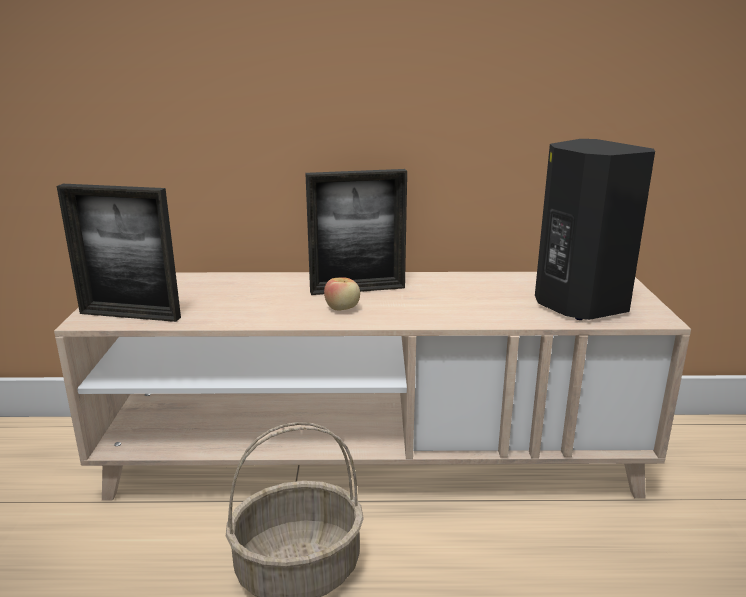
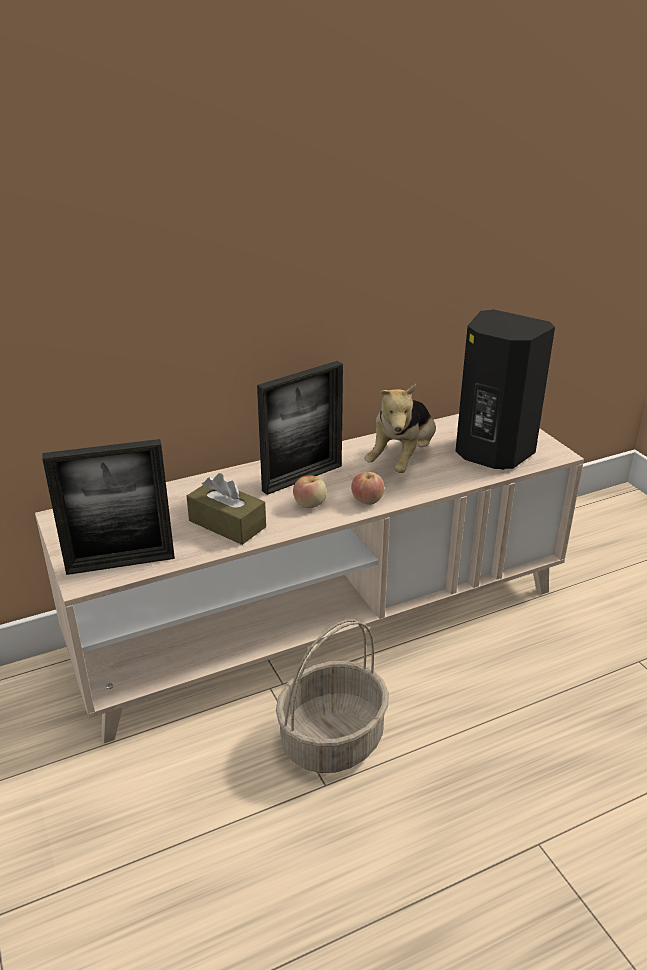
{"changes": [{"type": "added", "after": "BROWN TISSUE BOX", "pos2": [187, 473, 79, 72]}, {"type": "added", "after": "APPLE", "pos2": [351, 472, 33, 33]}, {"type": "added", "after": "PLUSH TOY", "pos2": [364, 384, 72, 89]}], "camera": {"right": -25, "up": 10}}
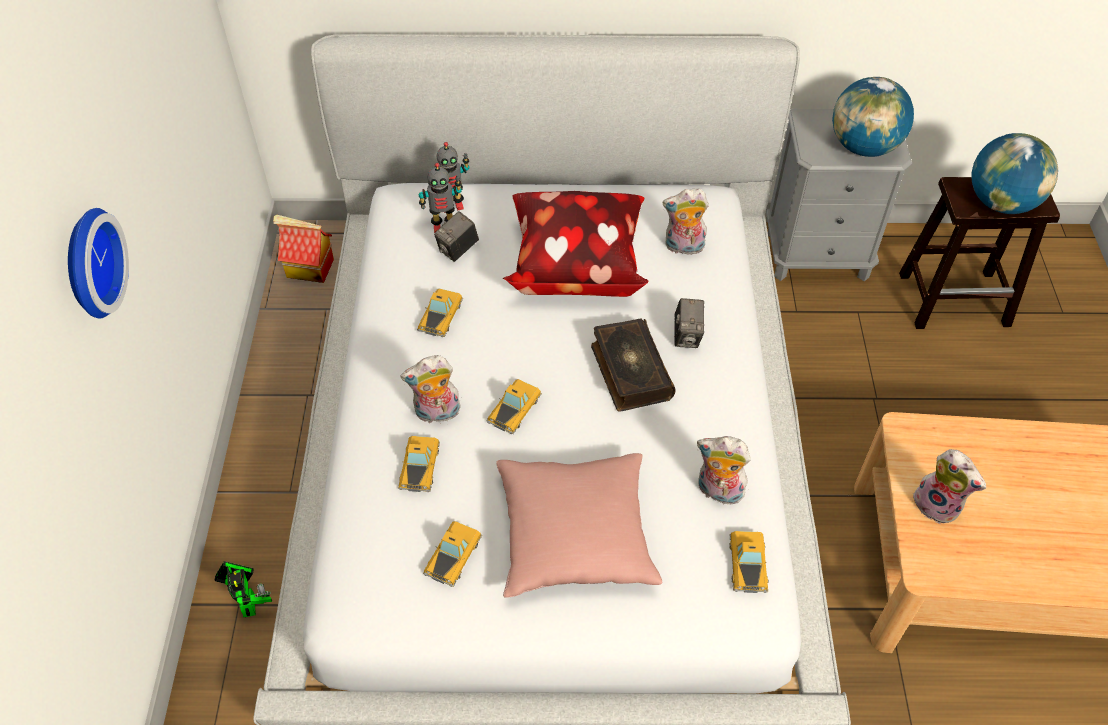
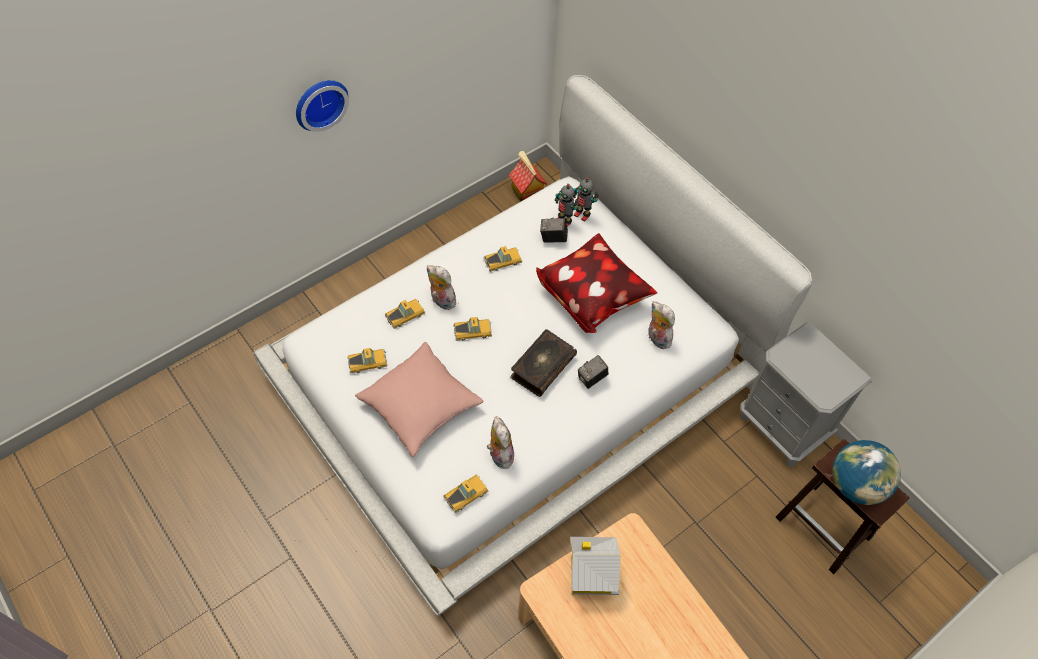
{"changes": [{"type": "replaced", "before": "PLUSH TOY", "after": "TOY HOUSE", "pos1": [913, 449, 73, 75], "pos2": [570, 537, 51, 58]}, {"type": "removed", "before": "TOY ROBOT", "pos1": [214, 561, 58, 56]}, {"type": "removed", "before": "GLOBE", "pos1": [832, 77, 82, 80]}], "camera": {"right": 50, "up": 5}}
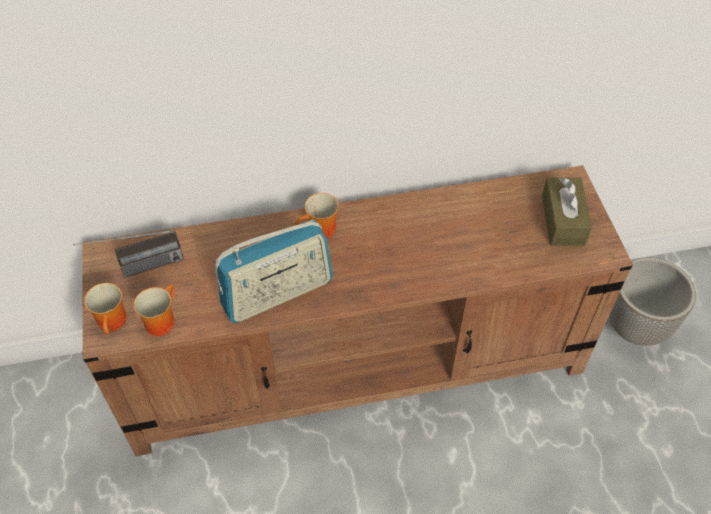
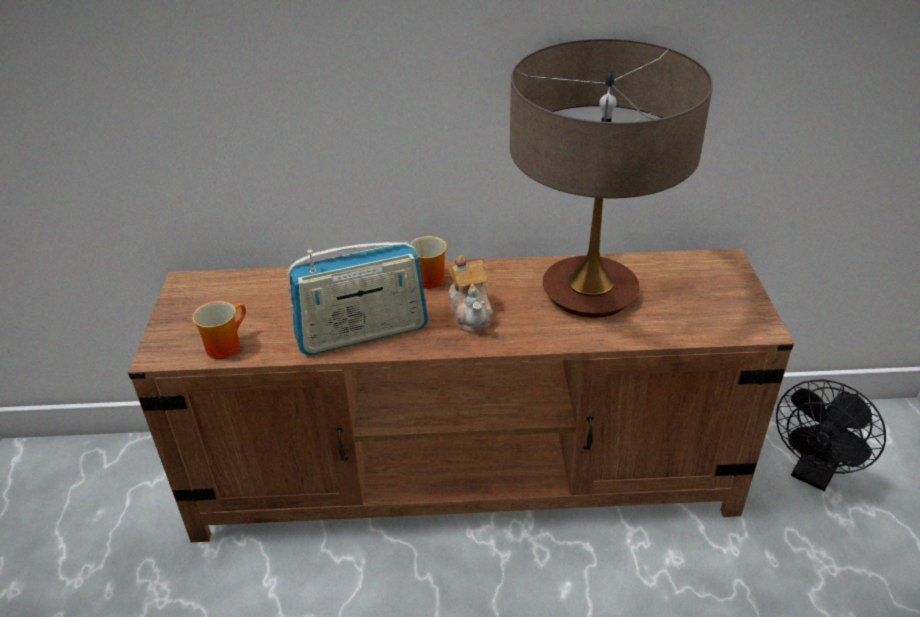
{"changes": [{"type": "added", "after": "TEAPOT", "pos2": [448, 255, 45, 77]}, {"type": "added", "after": "TABLE LAMP", "pos2": [510, 39, 203, 279]}, {"type": "replaced", "before": "PLANTER", "after": "BLACK FAN", "pos1": [609, 257, 87, 89], "pos2": [776, 379, 110, 112]}, {"type": "removed", "before": "RADIO", "pos1": [74, 230, 110, 48]}, {"type": "removed", "before": "MUG", "pos1": [84, 283, 43, 51]}, {"type": "removed", "before": "BROWN TISSUE BOX", "pos1": [542, 177, 50, 69]}], "camera": {"right": 10, "up": -15}}
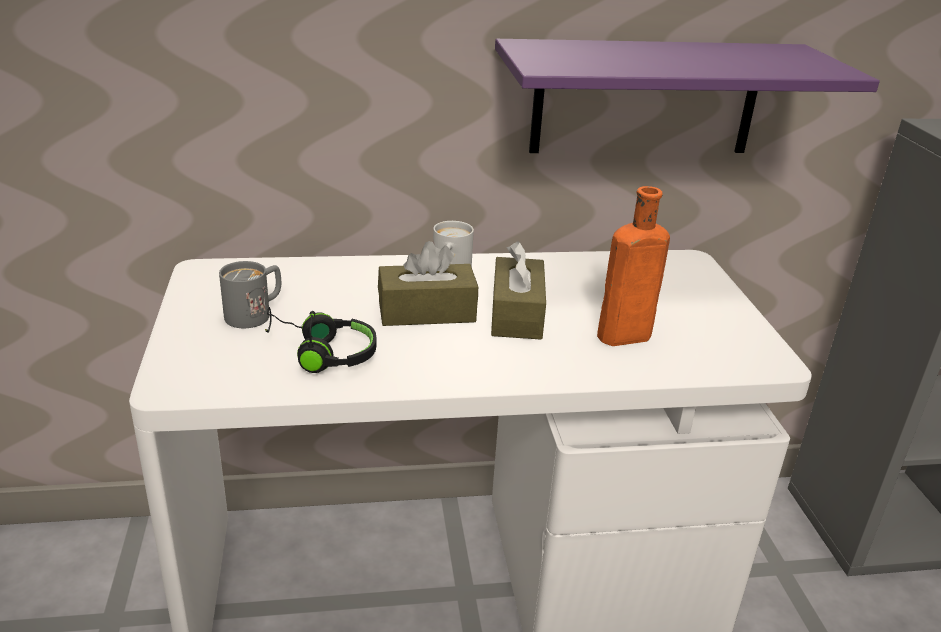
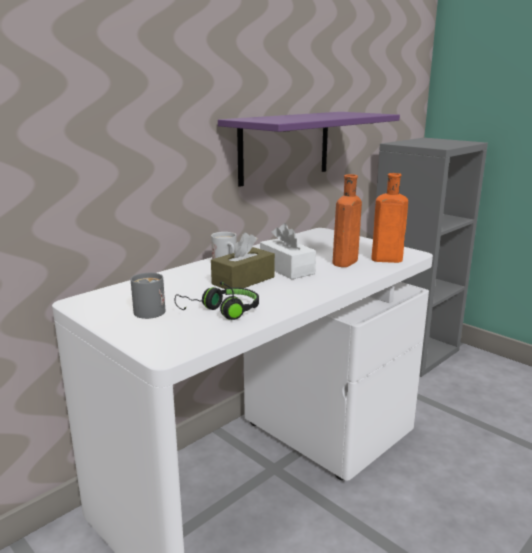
{"changes": [{"type": "recoloured", "before": "BROWN TISSUE BOX", "after": "WHITE TISSUE BOX", "pos1": [491, 241, 55, 99], "pos2": [260, 223, 56, 57]}, {"type": "added", "after": "ORANGE BOTTLE", "pos2": [371, 173, 37, 90]}], "camera": {"right": -35, "up": -10}}
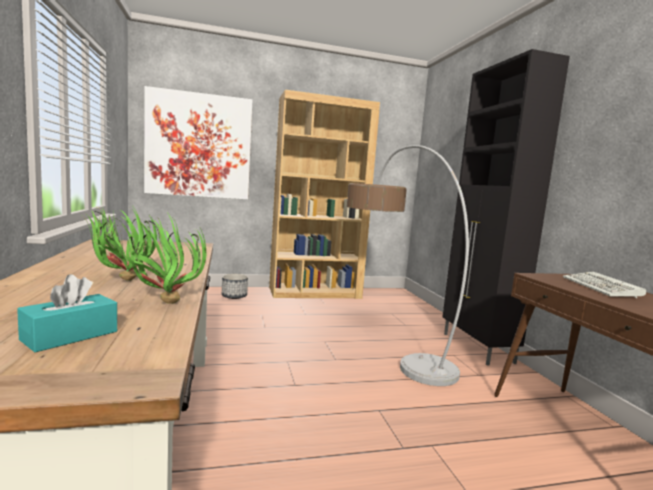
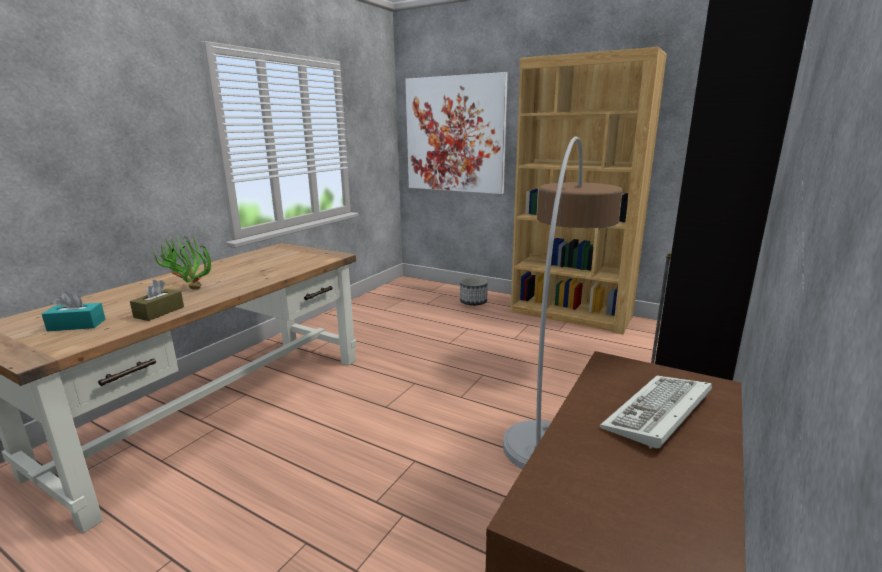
{"changes": [{"type": "replaced", "before": "POTTED PLANT", "after": "BROWN TISSUE BOX", "pos1": [120, 214, 86, 90], "pos2": [130, 280, 54, 41]}], "camera": {"right": 45, "up": 10}}
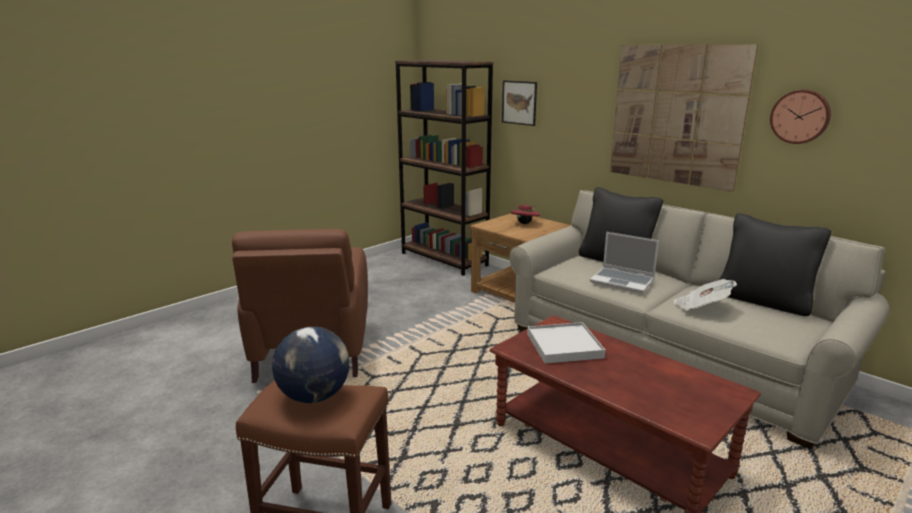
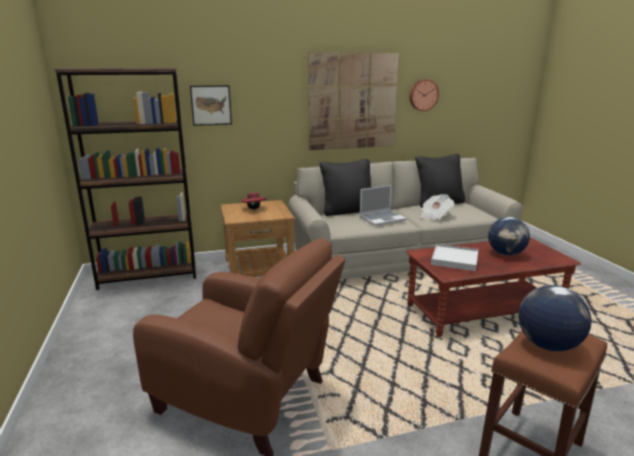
{"changes": [{"type": "added", "after": "GLOBE", "pos2": [488, 217, 42, 39]}], "camera": {"right": -60, "up": 0}}
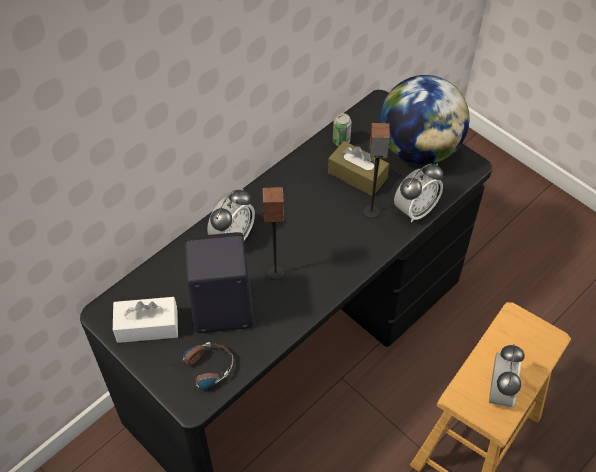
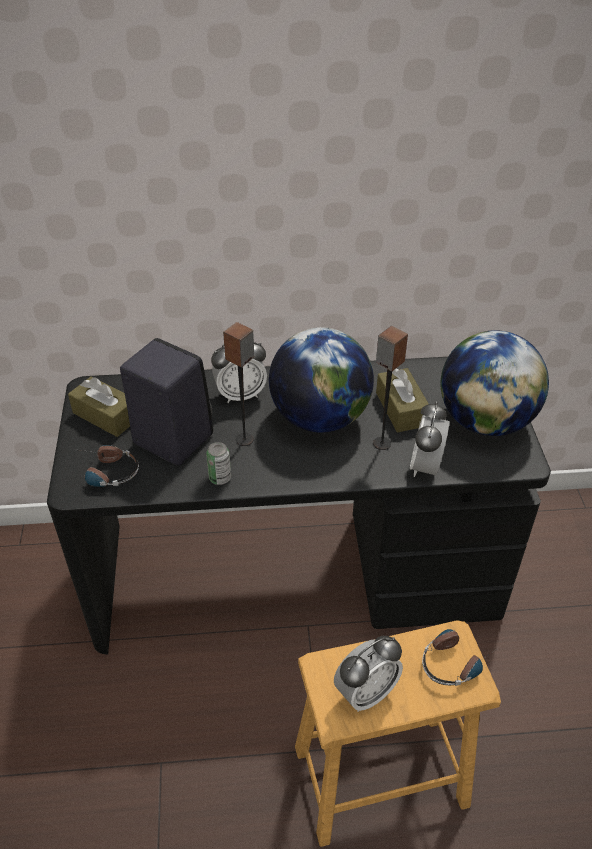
{"changes": [{"type": "recoloured", "before": "WHITE TISSUE BOX", "after": "BROWN TISSUE BOX", "pos1": [113, 297, 65, 46], "pos2": [68, 376, 62, 61]}, {"type": "moved", "before": "CAN", "pos1": [333, 113, 19, 33], "pos2": [206, 442, 25, 43]}, {"type": "added", "after": "GLOBE", "pos2": [269, 327, 105, 105]}, {"type": "turned", "before": "ALARM CLOCK", "pos1": [394, 163, 49, 60], "pos2": [410, 401, 39, 76], "turn": 105}, {"type": "added", "after": "HEADPHONES", "pos2": [422, 629, 73, 57]}], "camera": {"right": 40, "up": -10}}
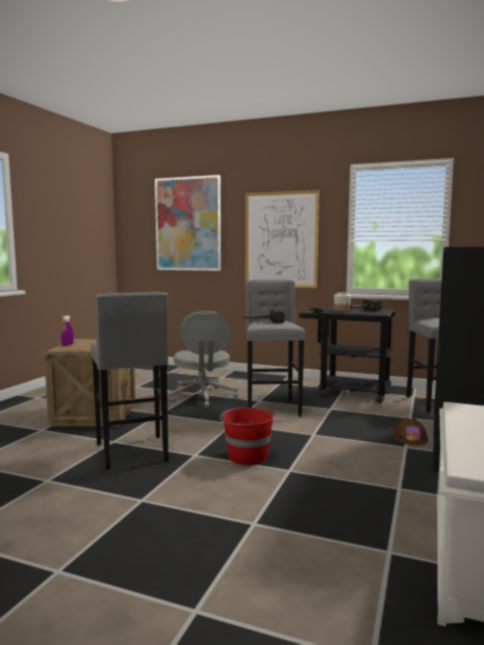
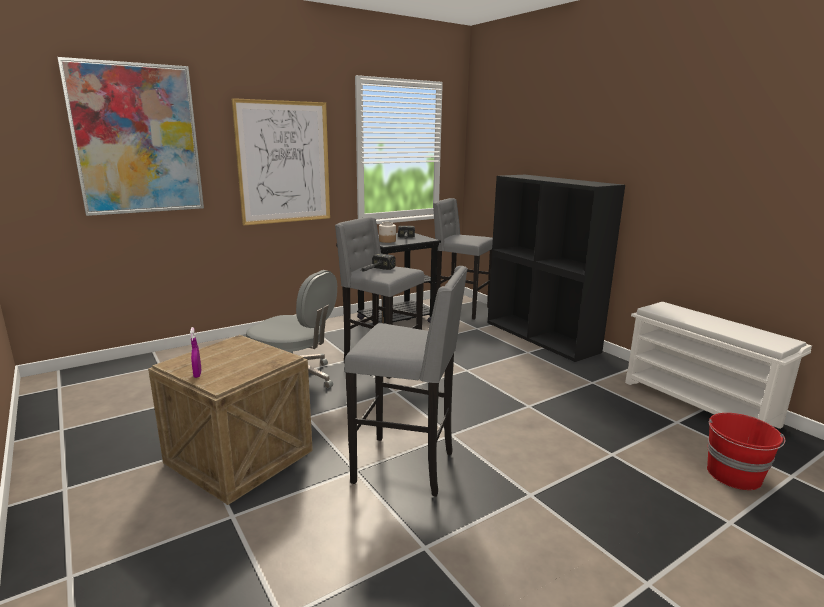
{"changes": [{"type": "moved", "before": "RED BUCKET", "pos1": [220, 406, 53, 59], "pos2": [707, 413, 78, 77]}, {"type": "removed", "before": "BROWN HARD HAT", "pos1": [393, 418, 35, 28]}], "camera": {"right": -55, "up": 10}}
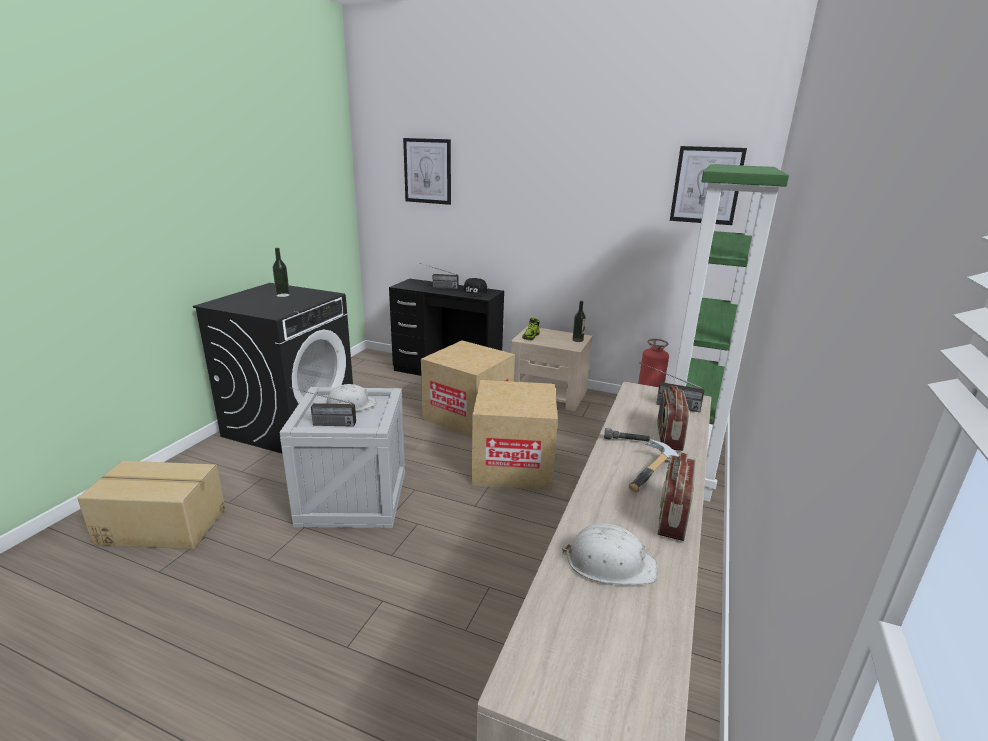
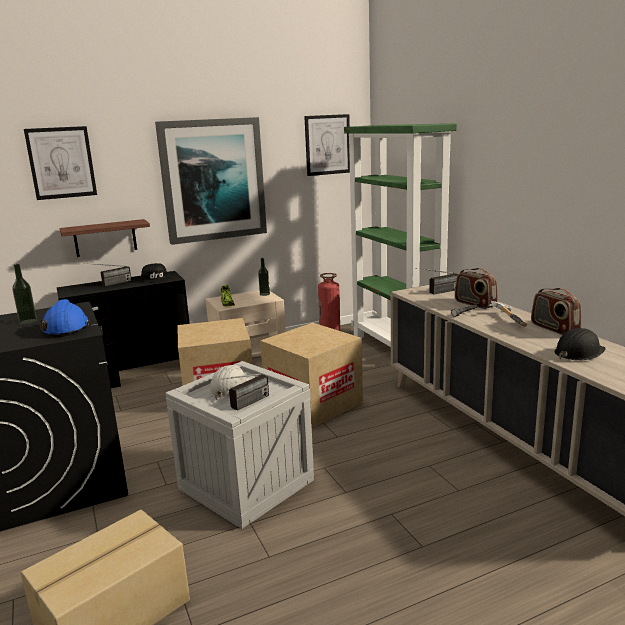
{"changes": [{"type": "added", "after": "BLUE HARD HAT", "pos2": [40, 299, 50, 38]}, {"type": "added", "after": "SHELF", "pos2": [60, 219, 90, 38]}, {"type": "added", "after": "PICTURE", "pos2": [155, 117, 112, 128]}, {"type": "recoloured", "before": "WHITE HARD HAT", "after": "BLACK HARD HAT", "pos1": [562, 523, 95, 62], "pos2": [554, 328, 52, 32]}], "camera": {"right": -45, "up": -5}}
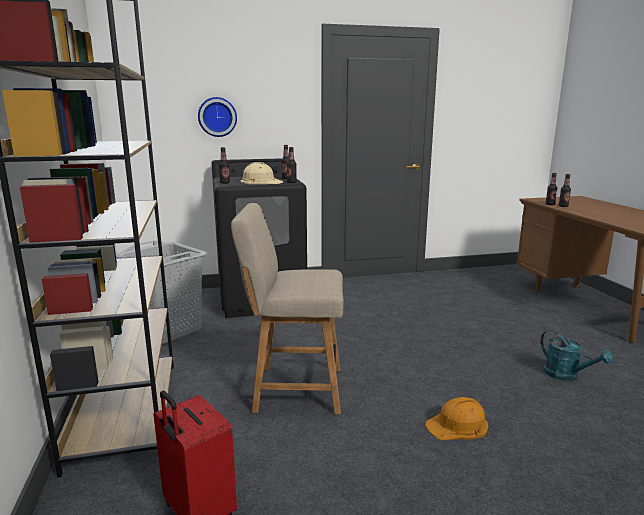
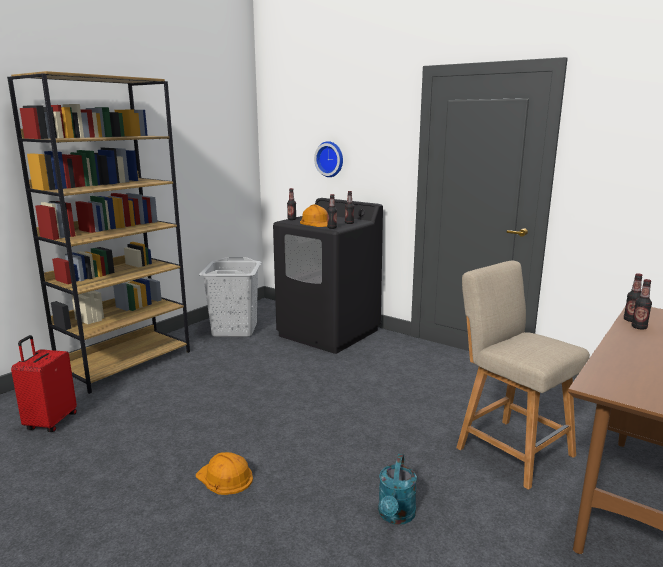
{"changes": [{"type": "recoloured", "before": "BEIGE HARD HAT", "after": "ORANGE HARD HAT", "pos1": [241, 162, 42, 22], "pos2": [300, 204, 28, 23]}, {"type": "moved", "before": "BEIGE CHAIR", "pos1": [231, 203, 113, 211], "pos2": [456, 261, 134, 229]}], "camera": {"right": 50, "up": 0}}
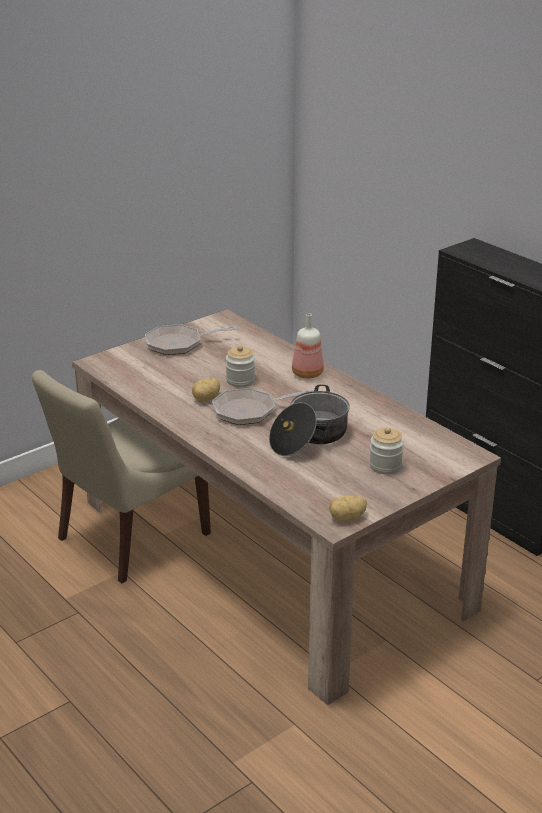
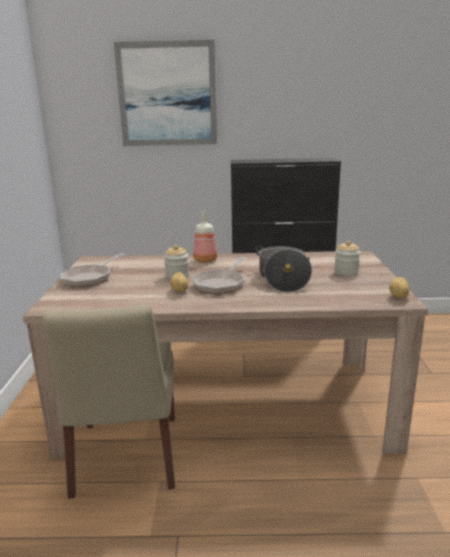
{"changes": [{"type": "added", "after": "PICTURE", "pos2": [114, 40, 103, 106]}], "camera": {"right": -50, "up": -10}}
